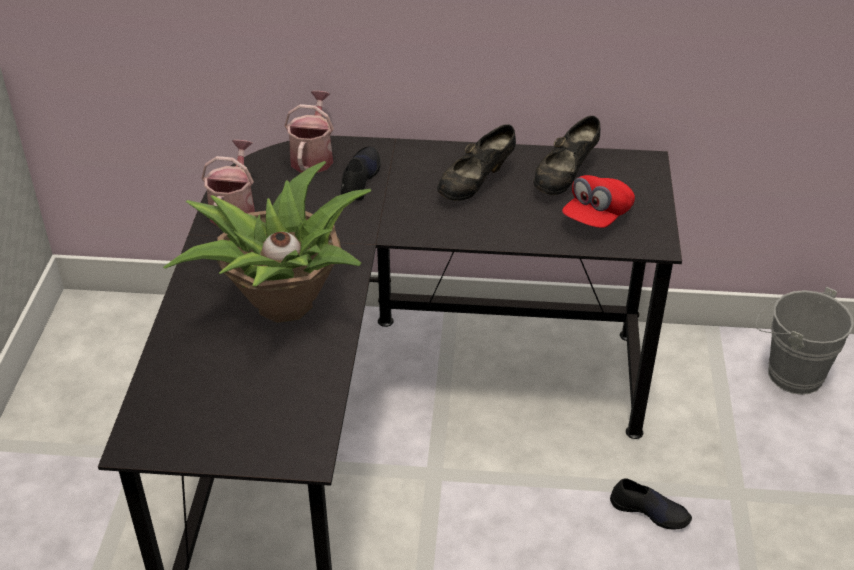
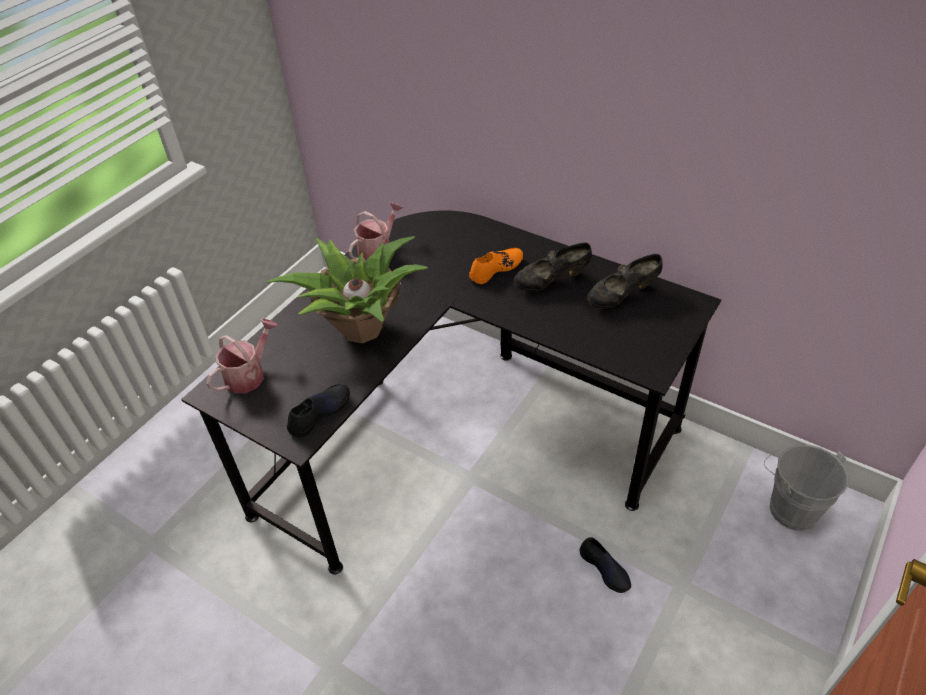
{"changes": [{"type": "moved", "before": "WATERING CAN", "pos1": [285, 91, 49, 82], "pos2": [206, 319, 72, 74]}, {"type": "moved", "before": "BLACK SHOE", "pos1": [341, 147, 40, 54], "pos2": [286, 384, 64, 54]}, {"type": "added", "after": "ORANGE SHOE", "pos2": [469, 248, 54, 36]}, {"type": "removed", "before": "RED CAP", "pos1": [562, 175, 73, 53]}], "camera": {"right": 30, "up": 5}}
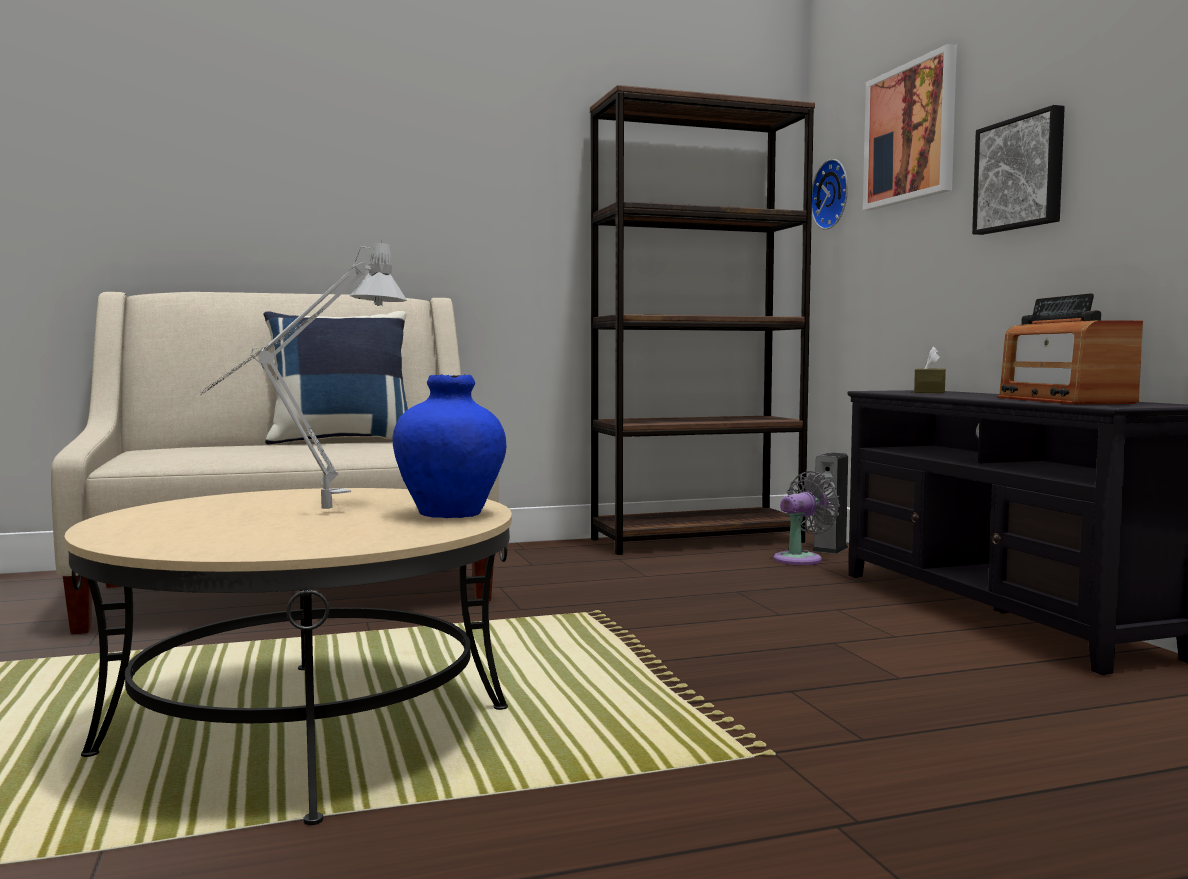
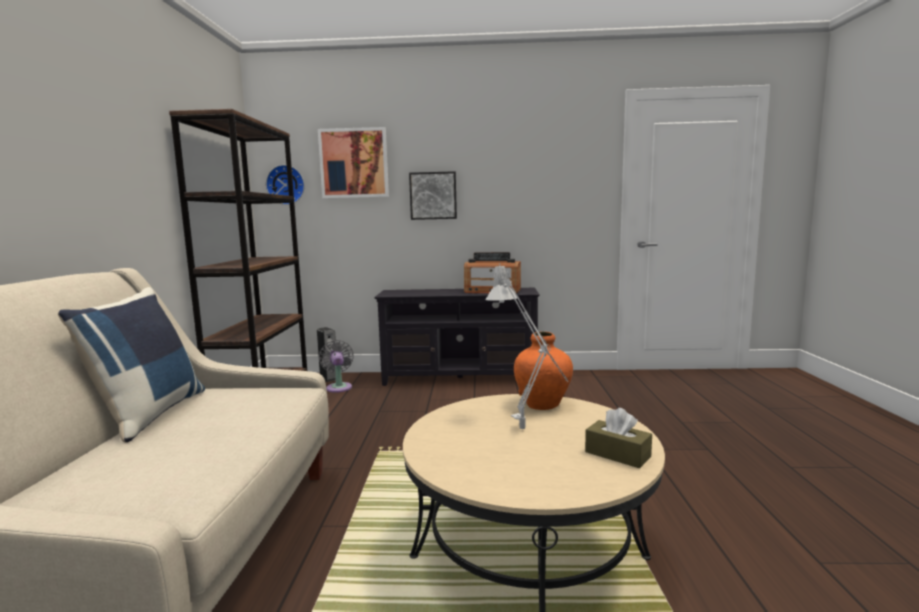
{"changes": [{"type": "recoloured", "before": "BLUE VASE", "after": "ORANGE VASE", "pos1": [392, 374, 114, 144], "pos2": [514, 332, 59, 78]}, {"type": "moved", "before": "BROWN TISSUE BOX", "pos1": [914, 346, 32, 47], "pos2": [585, 408, 67, 60]}], "camera": {"right": -70, "up": 5}}
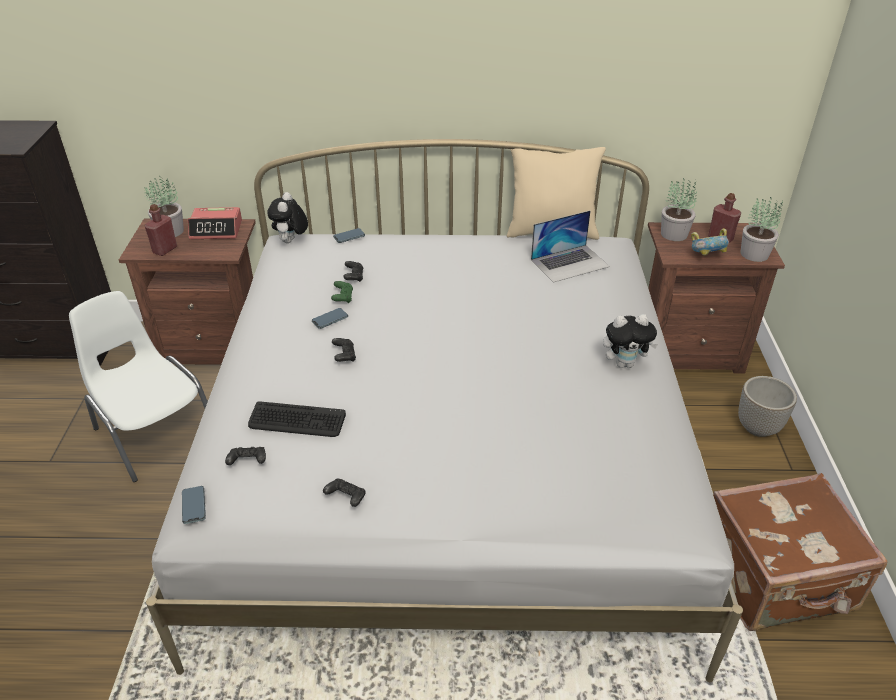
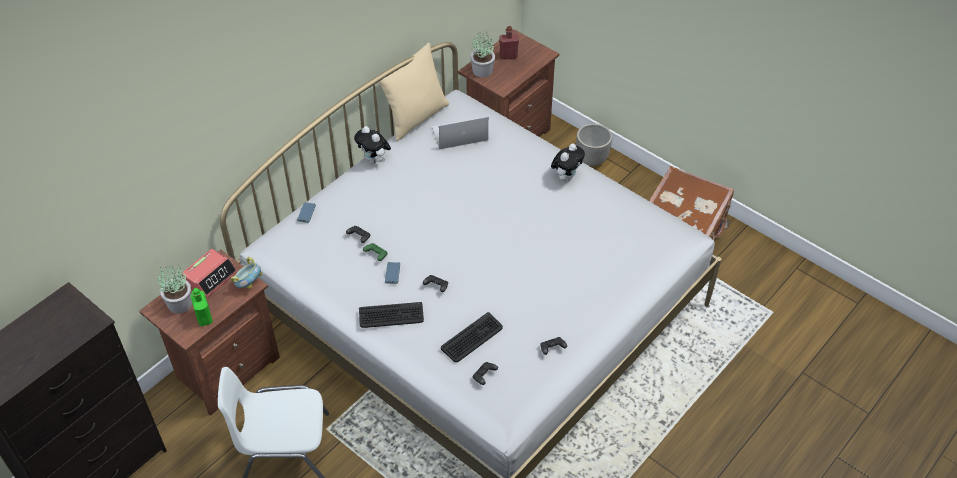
{"changes": [{"type": "recoloured", "before": "RED BOTTLE", "after": "GREEN BOTTLE", "pos1": [145, 204, 32, 52], "pos2": [190, 288, 23, 38]}, {"type": "moved", "before": "BOWL", "pos1": [691, 228, 38, 28], "pos2": [231, 257, 31, 32]}, {"type": "moved", "before": "PLUSH TOY", "pos1": [267, 192, 41, 51], "pos2": [354, 126, 37, 37]}, {"type": "added", "after": "KEYBOARD", "pos2": [359, 302, 65, 26]}, {"type": "turned", "before": "LAPTOP", "pos1": [531, 210, 79, 73], "pos2": [432, 117, 56, 32], "turn": -120}, {"type": "removed", "before": "PHONE", "pos1": [182, 486, 24, 38]}, {"type": "removed", "before": "POTTED PLANT", "pos1": [741, 197, 42, 65]}], "camera": {"right": -50, "up": 10}}
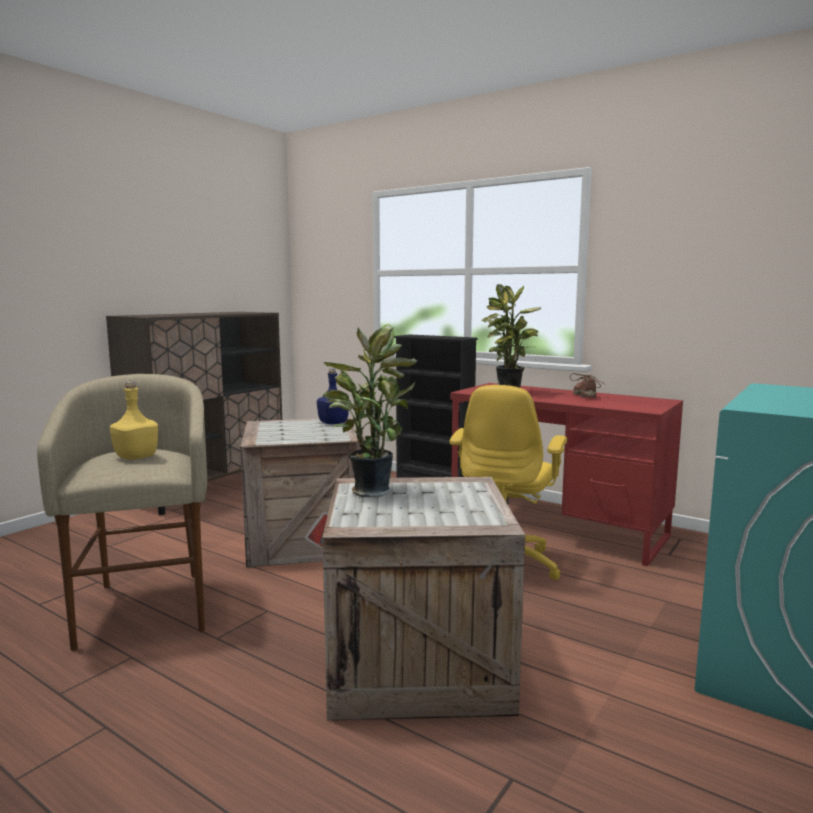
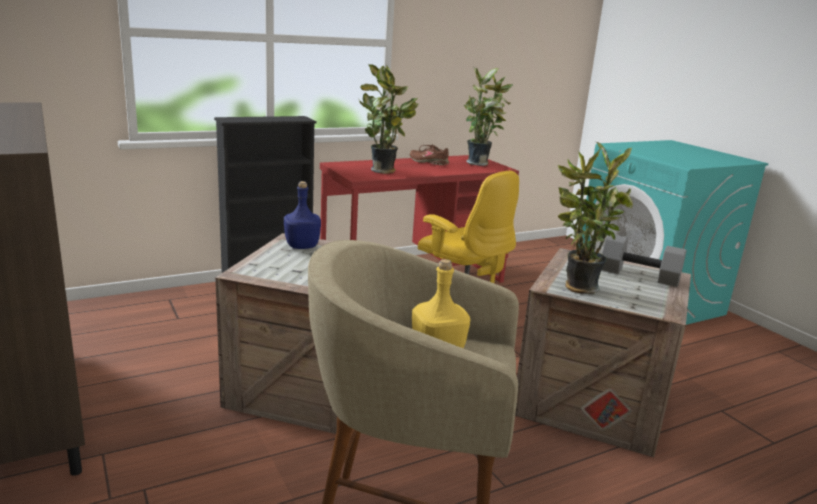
{"changes": [{"type": "added", "after": "POTTED PLANT", "pos2": [464, 66, 49, 100]}, {"type": "added", "after": "GREY DUMBBELL", "pos2": [602, 234, 85, 53]}], "camera": {"right": -65, "up": 10}}
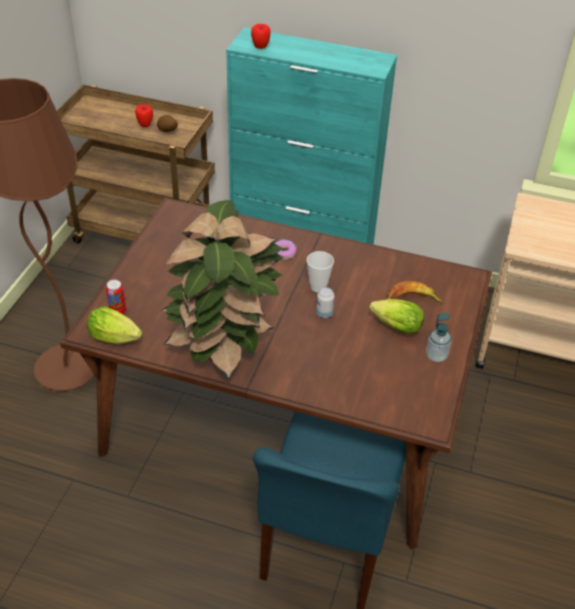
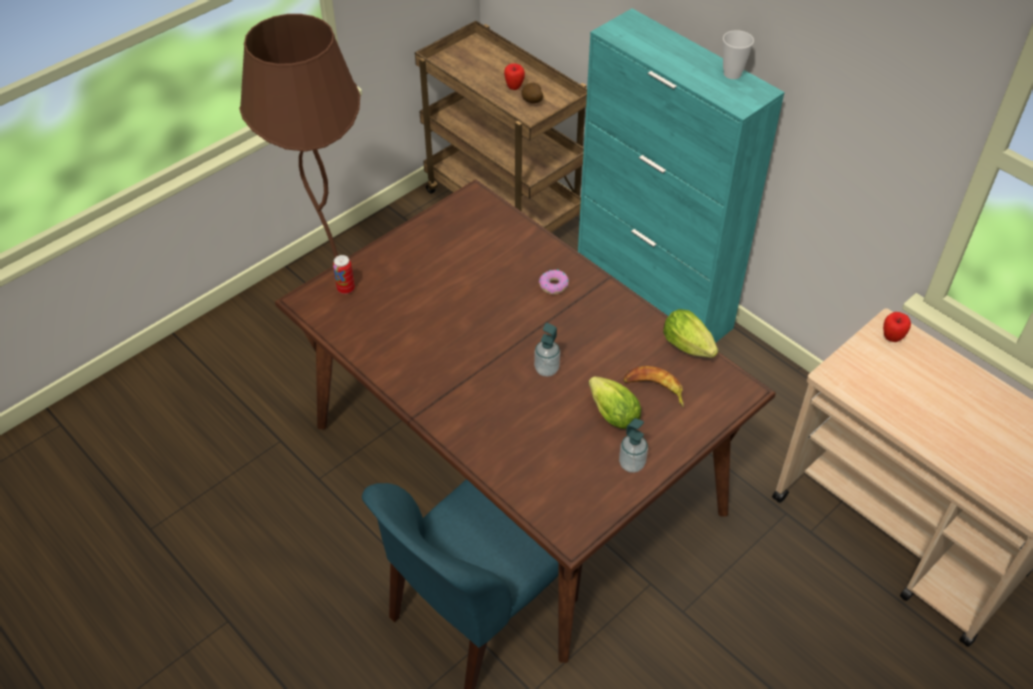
{"changes": [{"type": "replaced", "before": "CAN", "after": "SOAP DISPENSER", "pos1": [316, 287, 19, 31], "pos2": [534, 323, 26, 54]}, {"type": "moved", "before": "LETTUCE", "pos1": [87, 306, 55, 38], "pos2": [663, 309, 55, 49]}, {"type": "moved", "before": "CUP", "pos1": [307, 251, 27, 41], "pos2": [723, 30, 31, 49]}, {"type": "moved", "before": "APPLE", "pos1": [251, 24, 20, 25], "pos2": [883, 312, 28, 30]}, {"type": "removed", "before": "POTTED PLANT", "pos1": [161, 200, 123, 179]}], "camera": {"right": 30, "up": 5}}
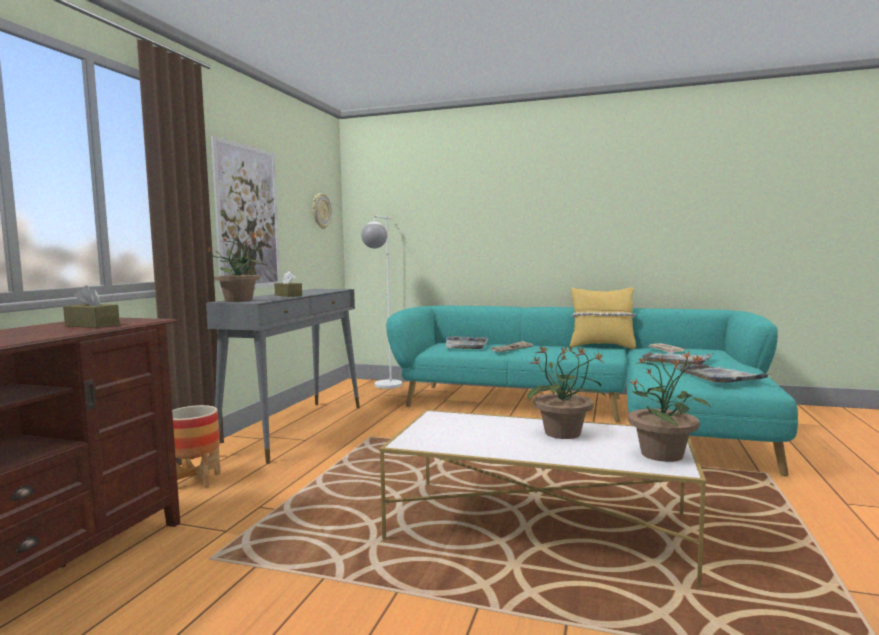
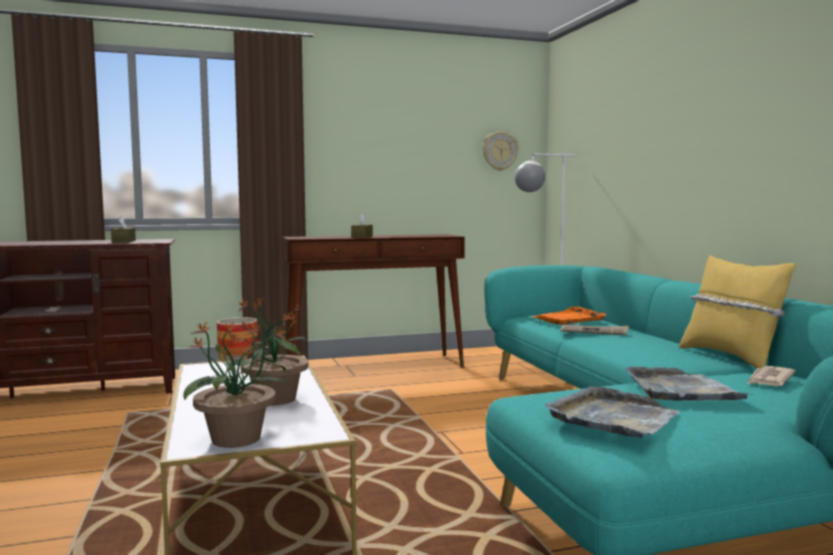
{"changes": [{"type": "recoloured", "before": "GREY CONSOLE TABLE", "after": "BROWN CONSOLE TABLE", "pos1": [206, 289, 154, 175], "pos2": [283, 234, 182, 134]}, {"type": "recoloured", "before": "GREY TRAY", "after": "ORANGE TRAY", "pos1": [446, 336, 43, 13], "pos2": [531, 307, 76, 18]}, {"type": "removed", "before": "POTTED PLANT", "pos1": [204, 232, 62, 70]}, {"type": "removed", "before": "PICTURE", "pos1": [211, 136, 70, 155]}], "camera": {"right": 55, "up": 0}}
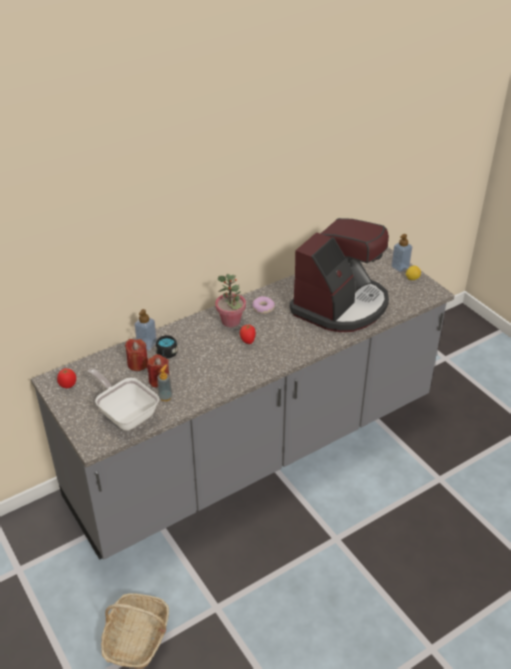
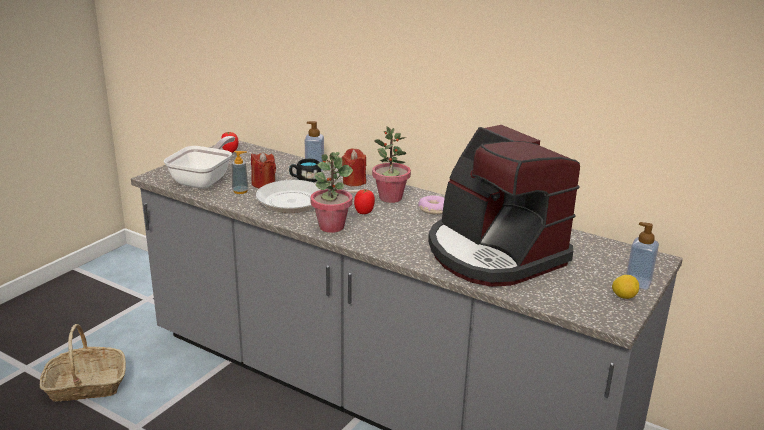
{"changes": [{"type": "added", "after": "FRYING PAN", "pos2": [256, 180, 107, 33]}, {"type": "added", "after": "POTTED PLANT", "pos2": [310, 152, 43, 81]}, {"type": "moved", "before": "RED CANDLE", "pos1": [125, 339, 23, 32], "pos2": [342, 148, 24, 38]}, {"type": "turned", "before": "COFFEE MACHINE", "pos1": [290, 218, 99, 114], "pos2": [428, 125, 152, 162], "turn": 45}], "camera": {"right": 65, "up": -15}}
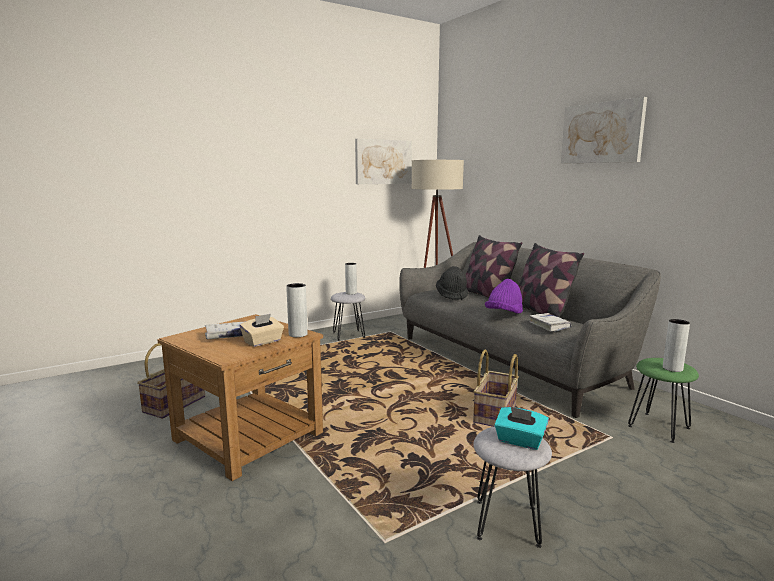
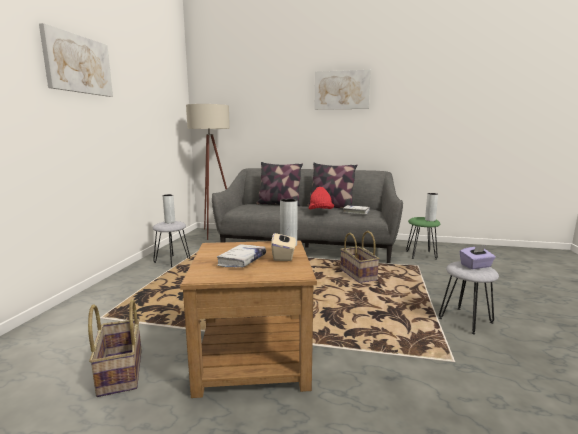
{"changes": [{"type": "moved", "before": "PICTURE", "pos1": [355, 139, 57, 45], "pos2": [39, 23, 74, 74]}, {"type": "recoloured", "before": "PURPLE HAT", "after": "RED HAT", "pos1": [485, 279, 38, 35], "pos2": [309, 187, 25, 22]}, {"type": "recoloured", "before": "TURQUOISE TISSUE BOX", "after": "PURPLE TISSUE BOX", "pos1": [494, 407, 55, 43], "pos2": [460, 245, 36, 24]}, {"type": "removed", "before": "BLACK HAT", "pos1": [436, 266, 32, 34]}], "camera": {"right": -45, "up": 0}}
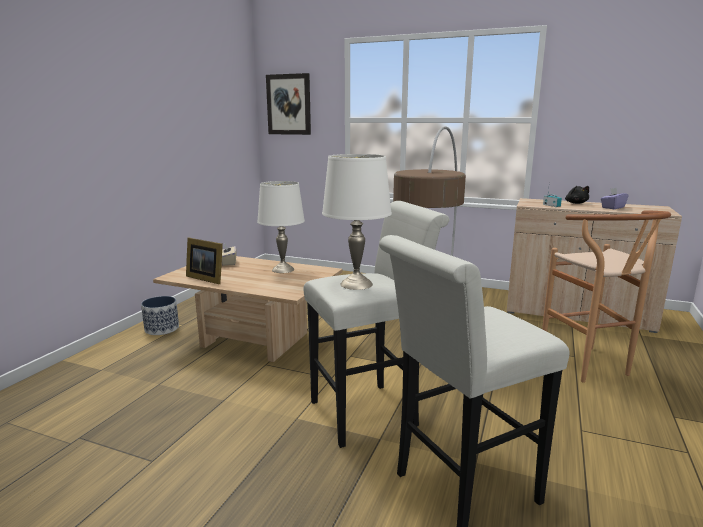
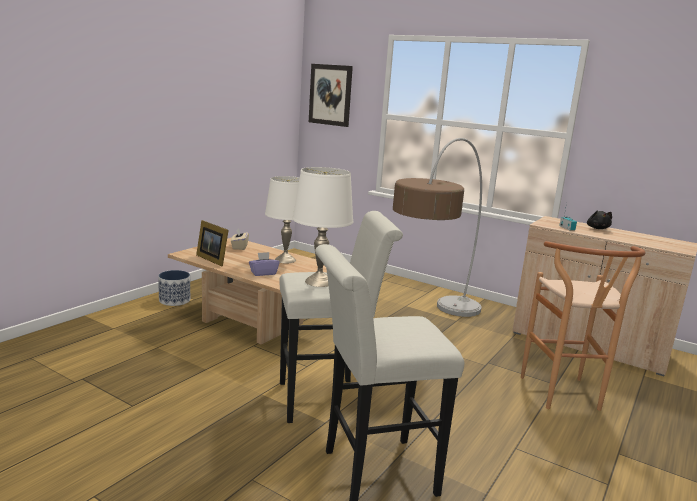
{"changes": [{"type": "moved", "before": "PURPLE TISSUE BOX", "pos1": [601, 188, 28, 21], "pos2": [249, 252, 31, 24]}], "camera": {"right": 10, "up": 0}}
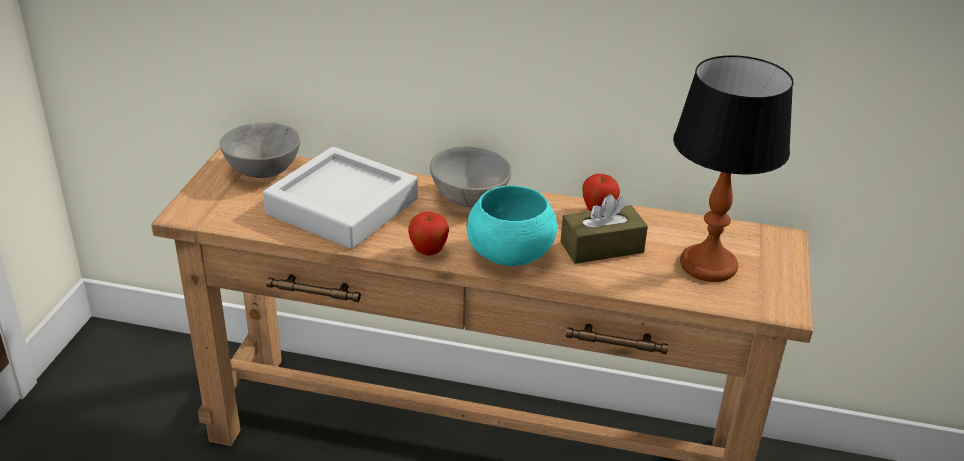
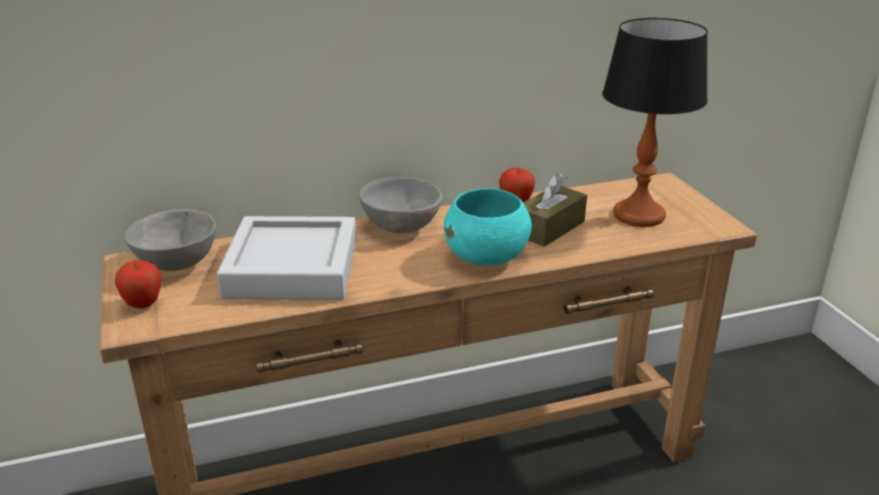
{"changes": [{"type": "moved", "before": "APPLE", "pos1": [408, 211, 41, 45], "pos2": [115, 261, 46, 48]}], "camera": {"right": -30, "up": -5}}
